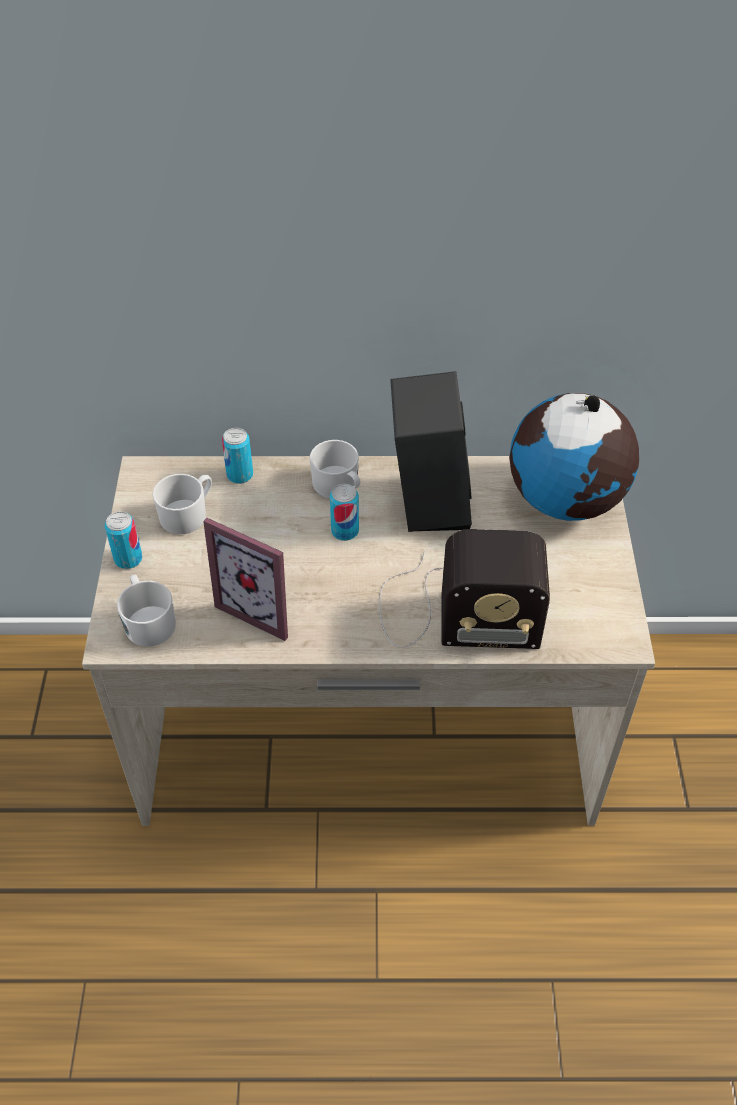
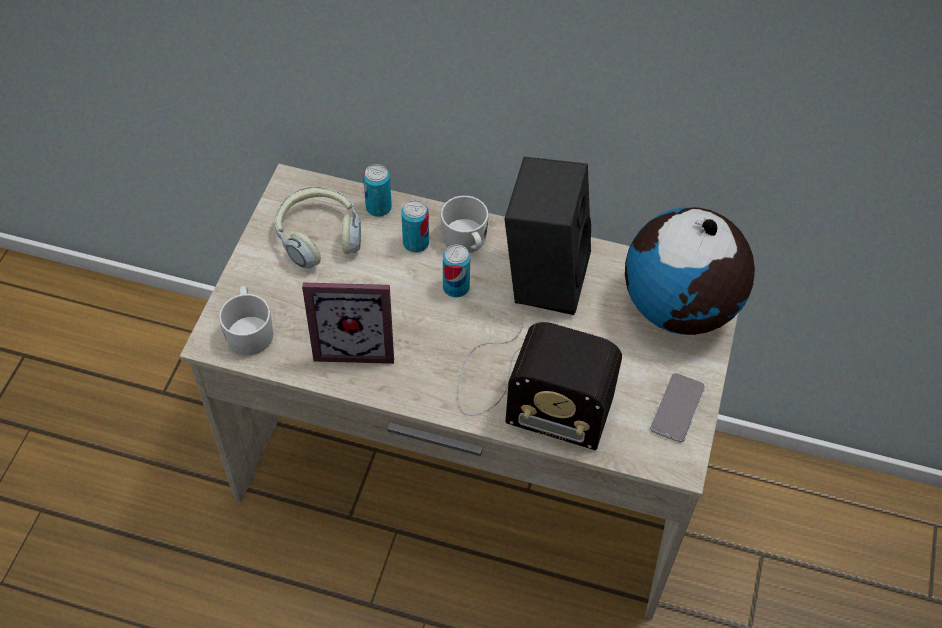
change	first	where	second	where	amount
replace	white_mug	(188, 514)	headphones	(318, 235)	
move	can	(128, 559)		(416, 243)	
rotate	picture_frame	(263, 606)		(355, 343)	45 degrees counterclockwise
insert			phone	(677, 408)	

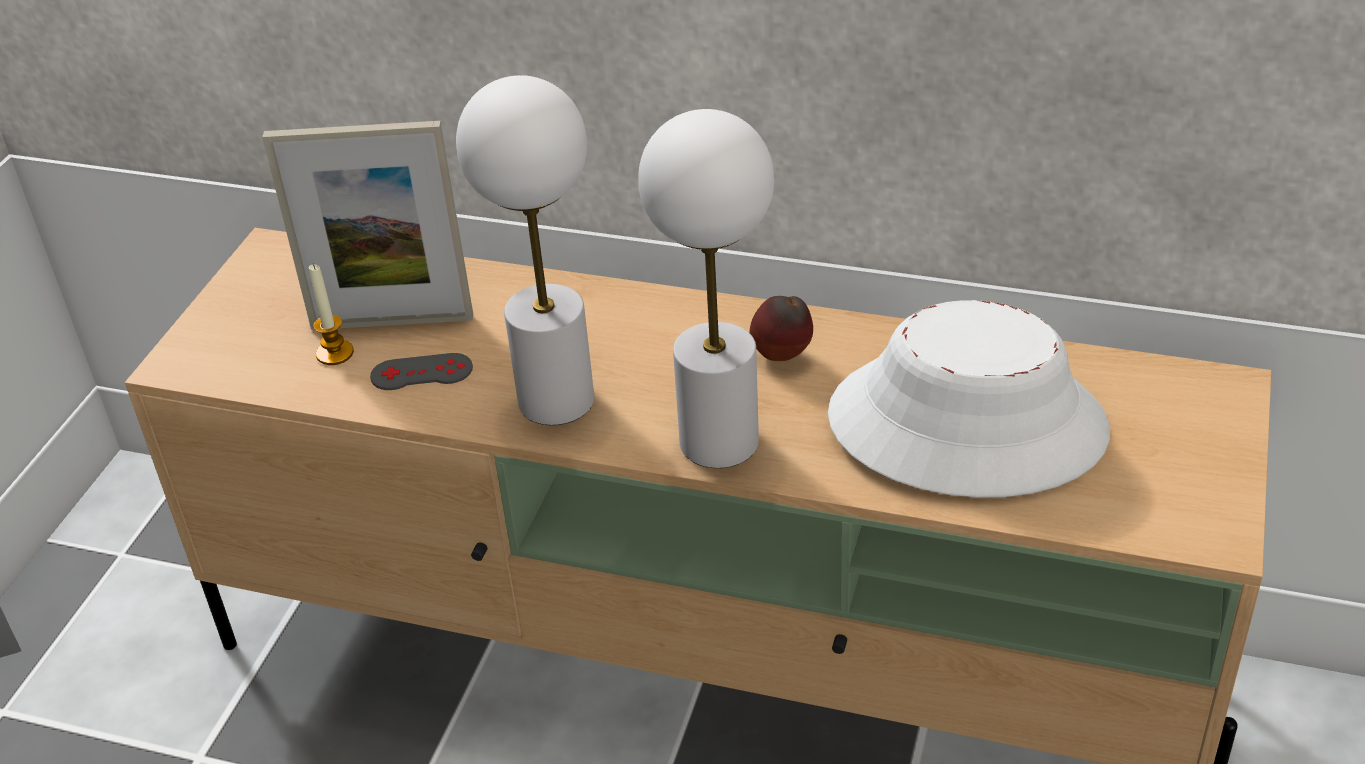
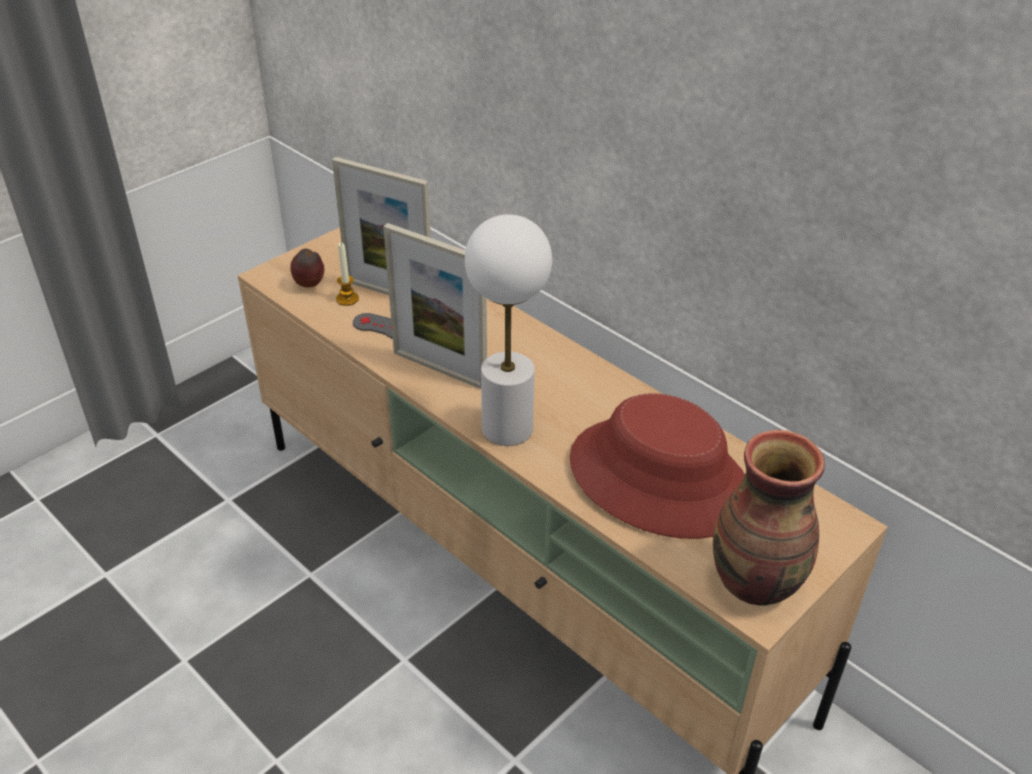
change	first	where	second	where	amount
replace	white_table_lamp	(557, 399)	picture_frame	(439, 369)	
move	apple	(782, 357)		(310, 286)	
recolor	white_hat	(967, 424)	red_hat	(659, 478)	
insert			vase	(757, 583)	

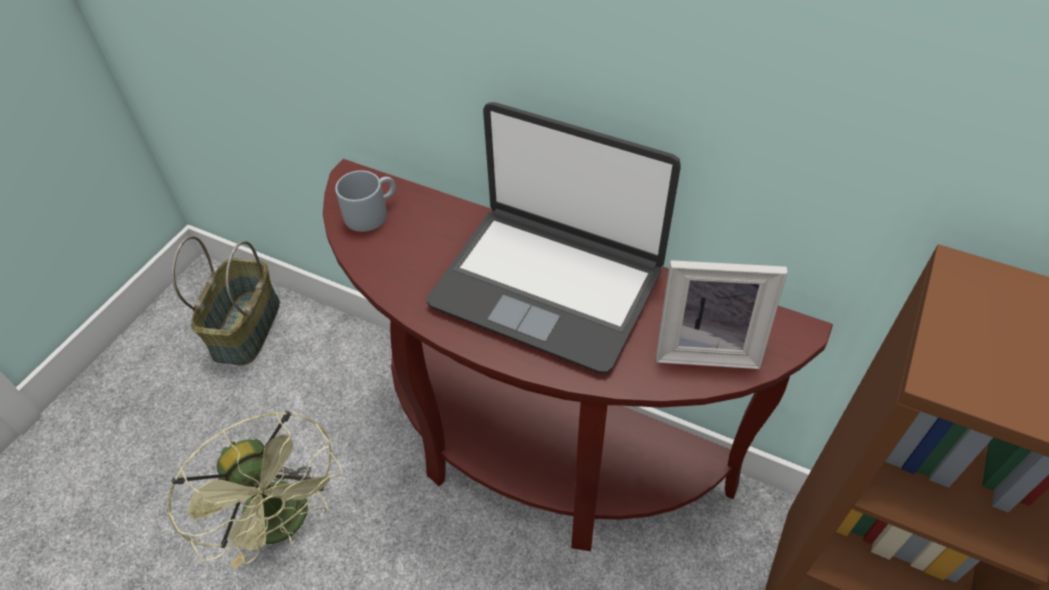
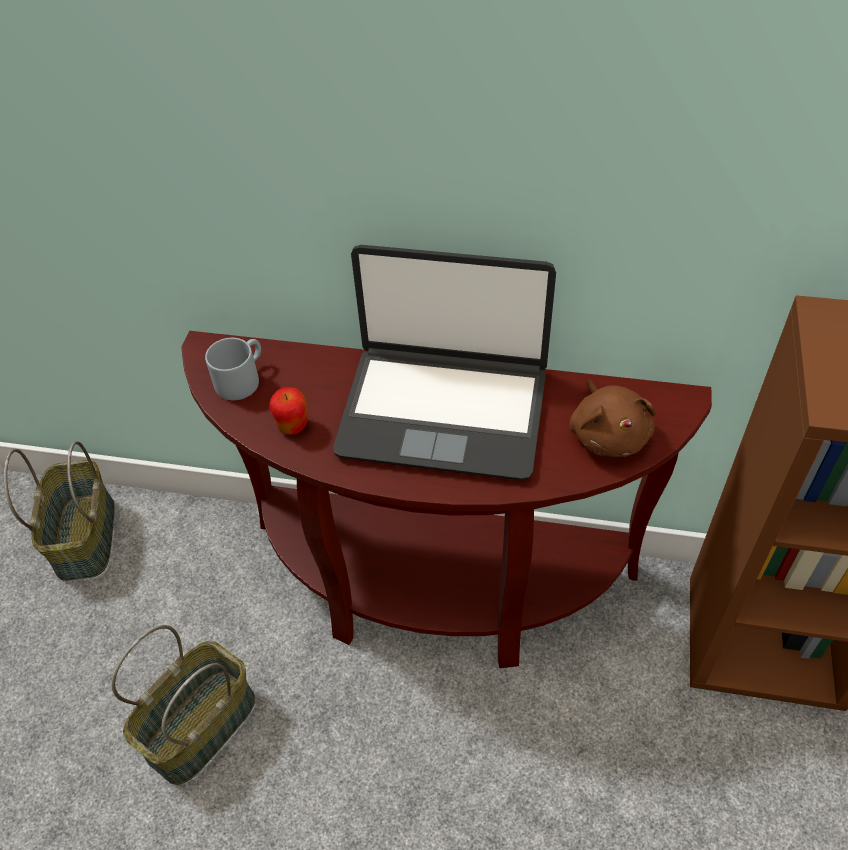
change	first	where	second	where	amount
replace	picture_frame	(706, 347)	brown_plush_toy	(608, 434)	
replace	green_fan	(285, 523)	basket	(201, 725)	
insert			apple	(293, 426)	

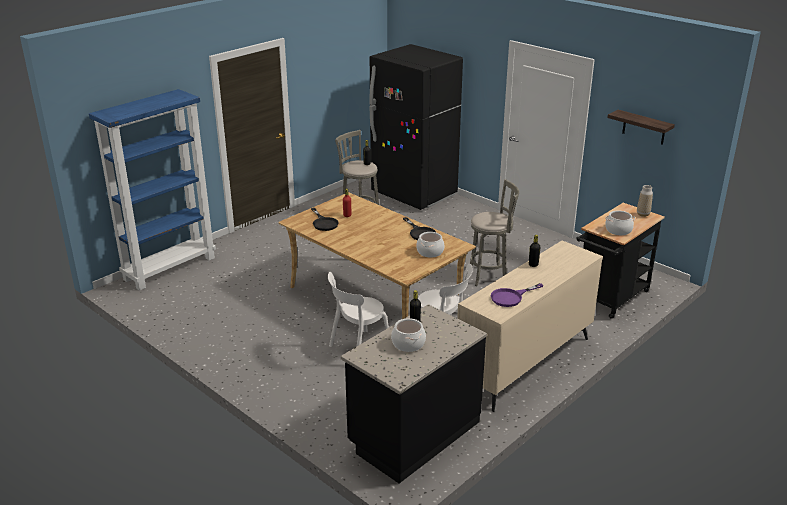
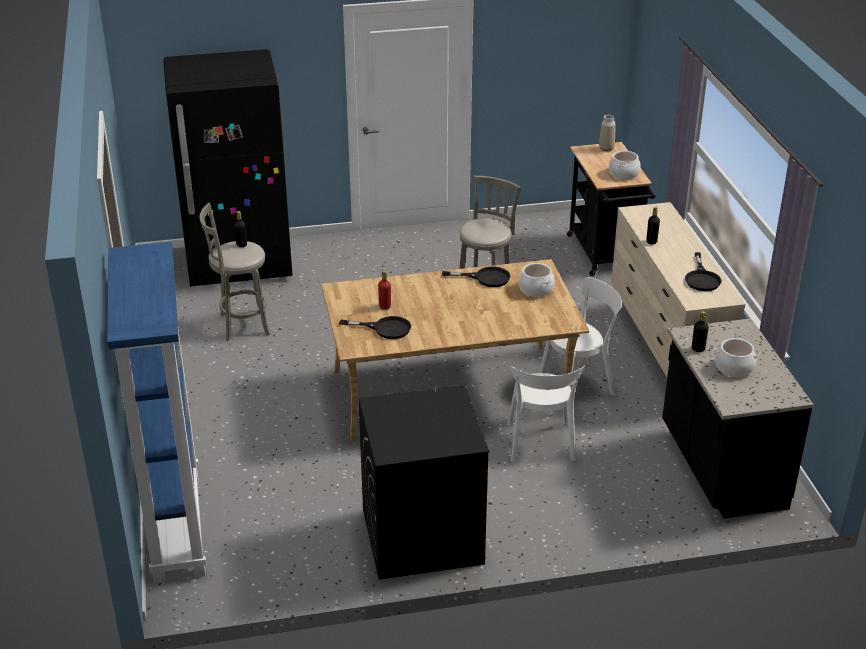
change	first	where	second	where	amount
delete	shelf	(644, 127)			
recolor	purple_frying_pan	(511, 297)	black_frying_pan	(702, 278)	
insert			black_washing_machine	(421, 537)	

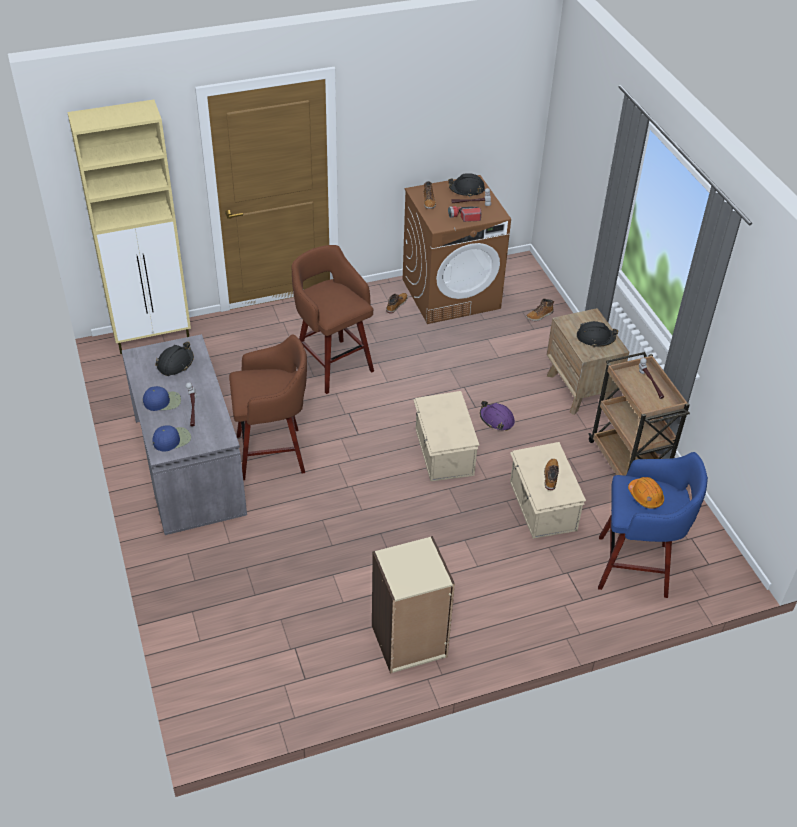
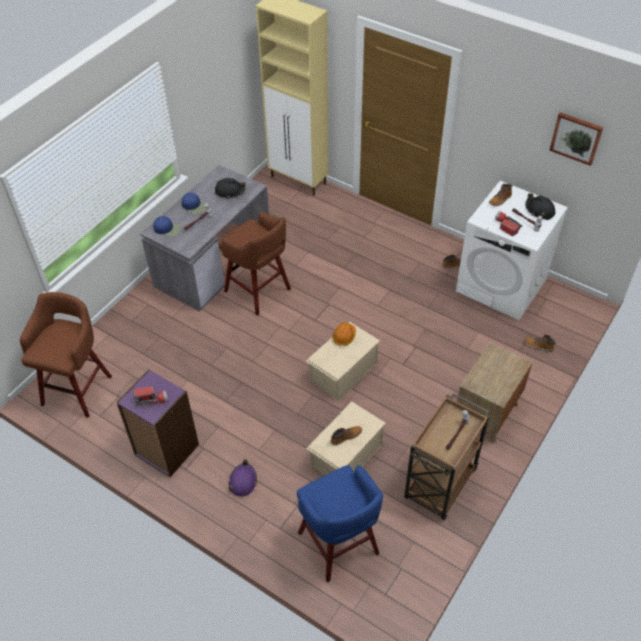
change	first	where	second	where	amount
recolor	brown_washing_machine	(451, 293)	white_washing_machine	(502, 285)	
move	brown_stool	(332, 364)		(78, 388)	
delete	black_hard_hat	(595, 338)			
move	purple_hard_hat	(496, 419)		(243, 481)	
move	orange_hard_hat	(645, 496)		(344, 336)	
recolor	beige_bookcase	(409, 642)	purple_bookcase	(166, 450)	
insert			picture	(576, 138)	
insert			flashlight	(152, 399)	

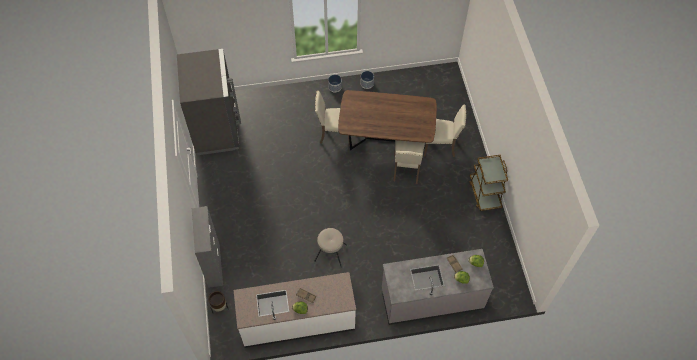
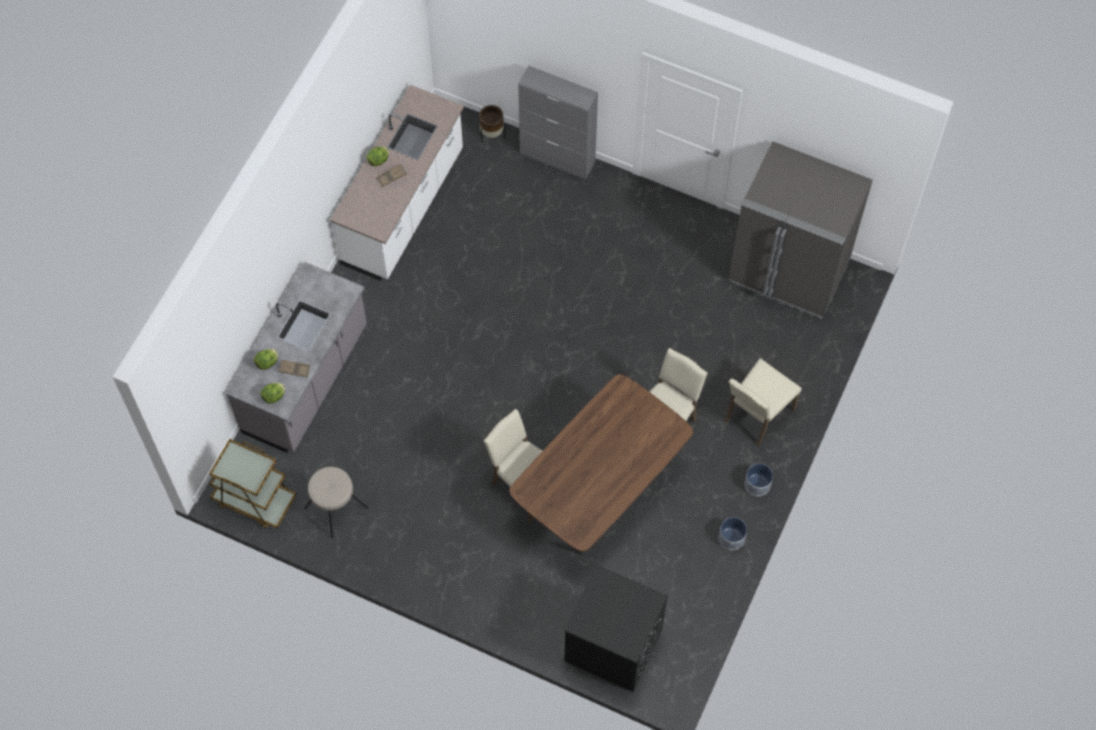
change	first	where	second	where	amount
move	beige_chair	(440, 146)		(757, 415)	
move	brown_cart	(484, 194)		(254, 499)	
move	beige_stool	(330, 253)		(335, 507)	
insert			black_washing_machine	(612, 645)	

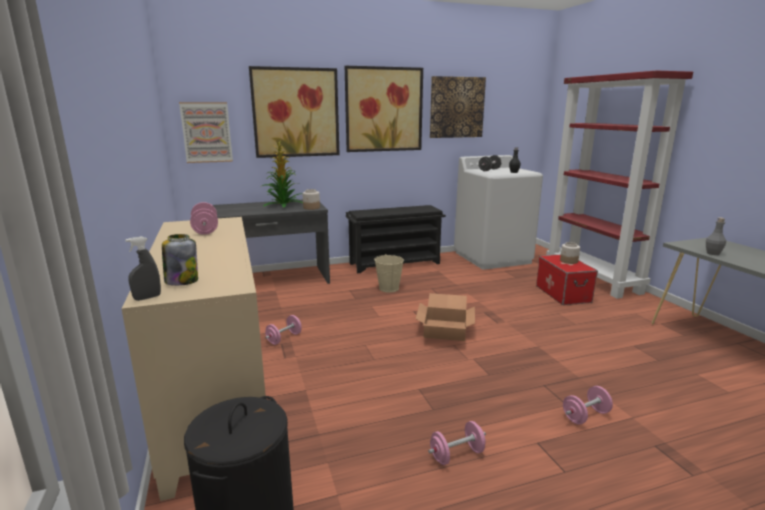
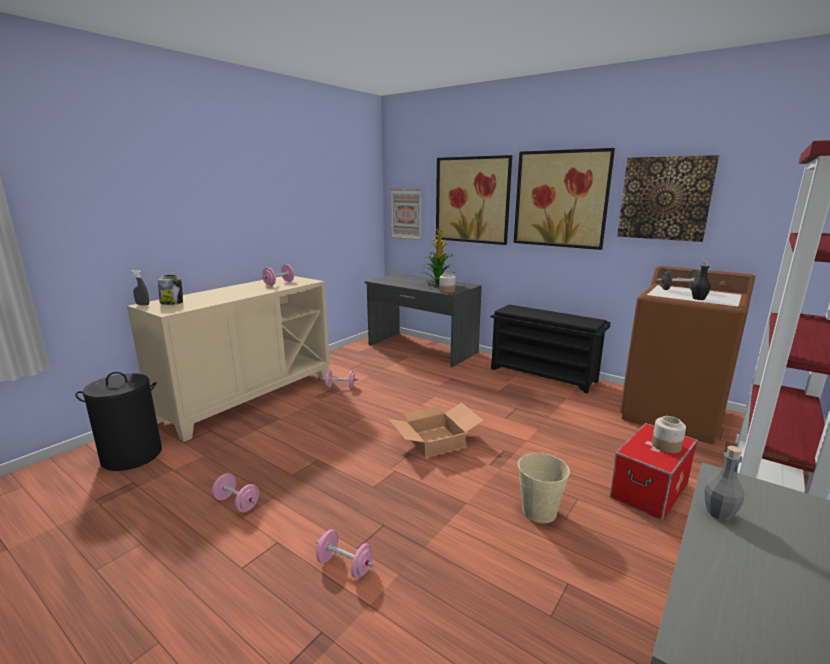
change	first	where	second	where	amount
recolor	white_washing_machine	(492, 257)	brown_washing_machine	(673, 415)	
move	beige_bucket	(389, 288)		(539, 511)	

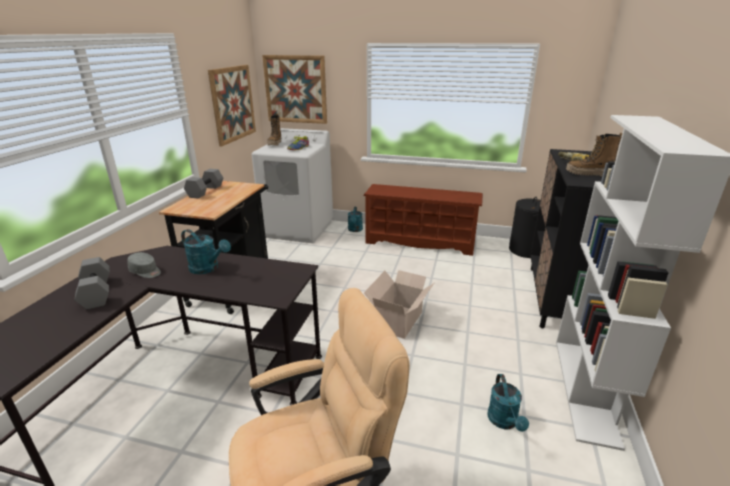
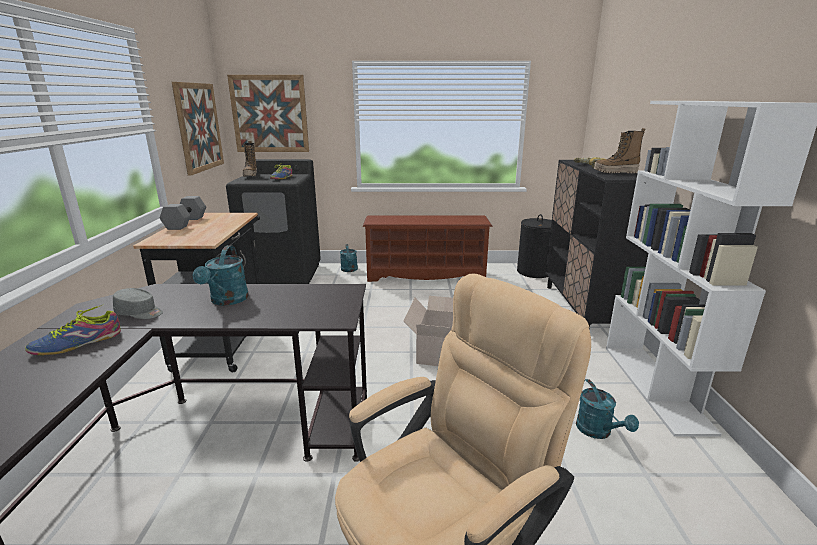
change	first	where	second	where	amount
recolor	white_washing_machine	(299, 229)	black_washing_machine	(283, 275)	
rotate	turquoise_watering_can	(208, 268)		(227, 301)	75 degrees clockwise
replace	grey_dumbbell	(98, 293)	shoe	(78, 343)	

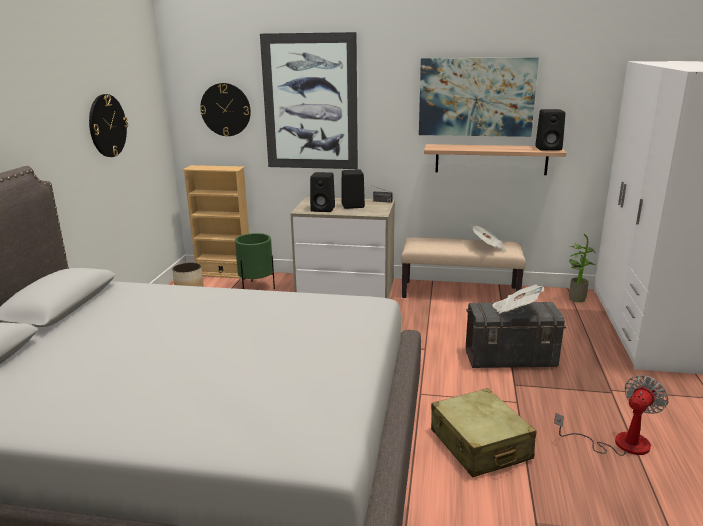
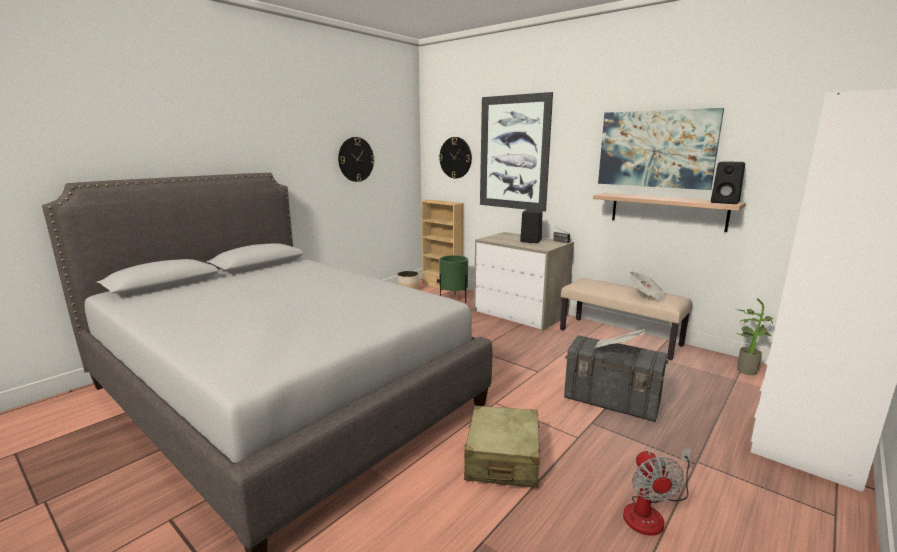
change	first	where	second	where	amount
delete	black_speaker	(323, 209)			
rotate	fan	(619, 443)		(651, 512)	105 degrees clockwise

